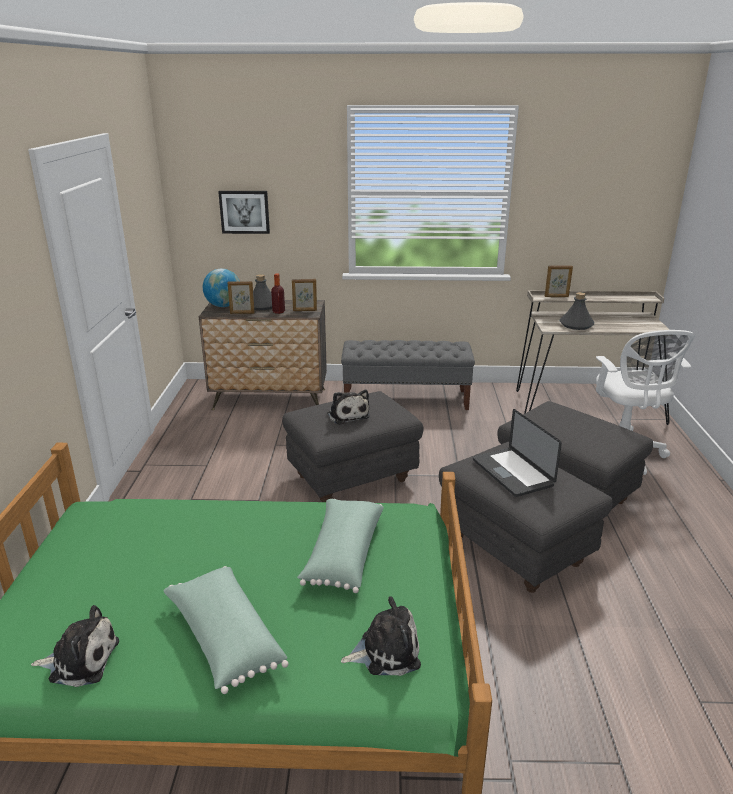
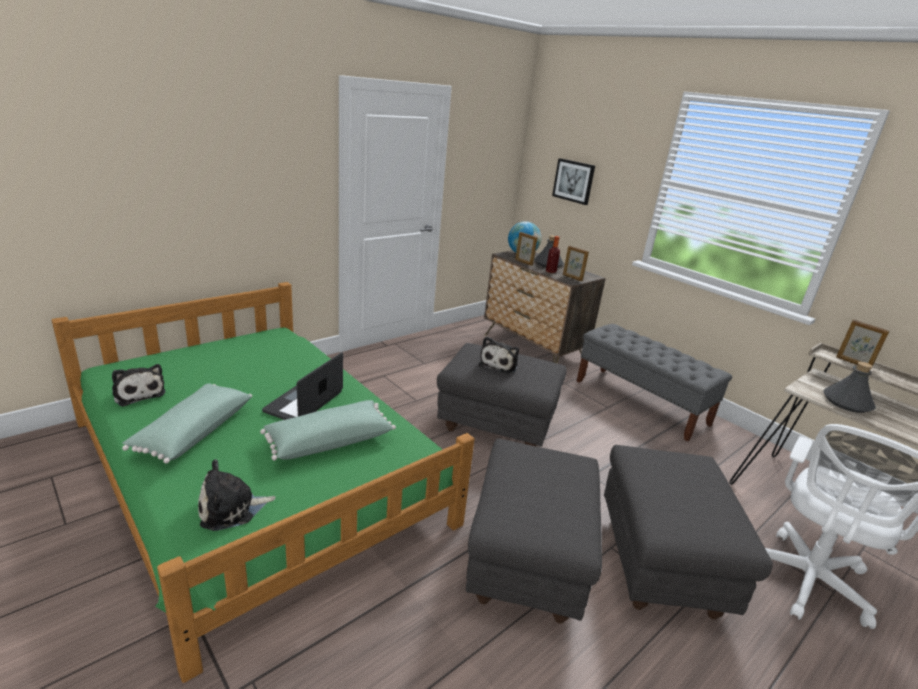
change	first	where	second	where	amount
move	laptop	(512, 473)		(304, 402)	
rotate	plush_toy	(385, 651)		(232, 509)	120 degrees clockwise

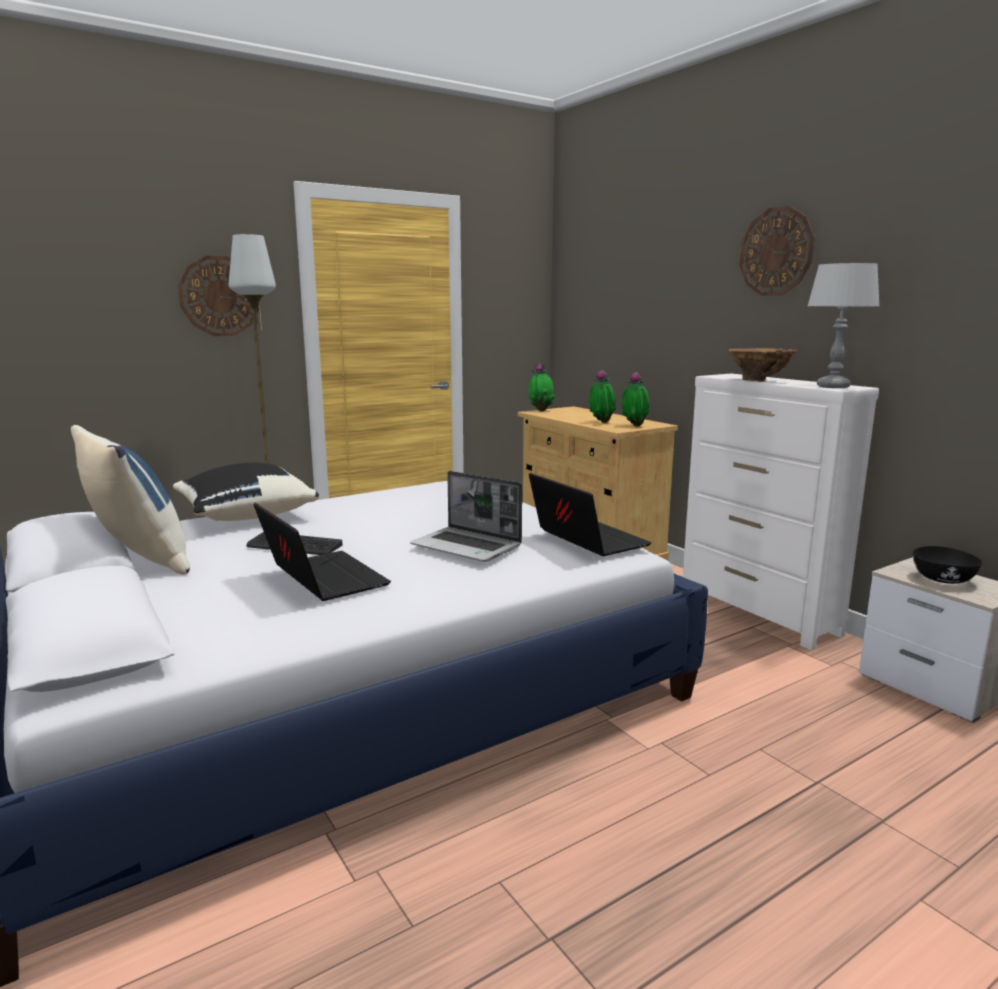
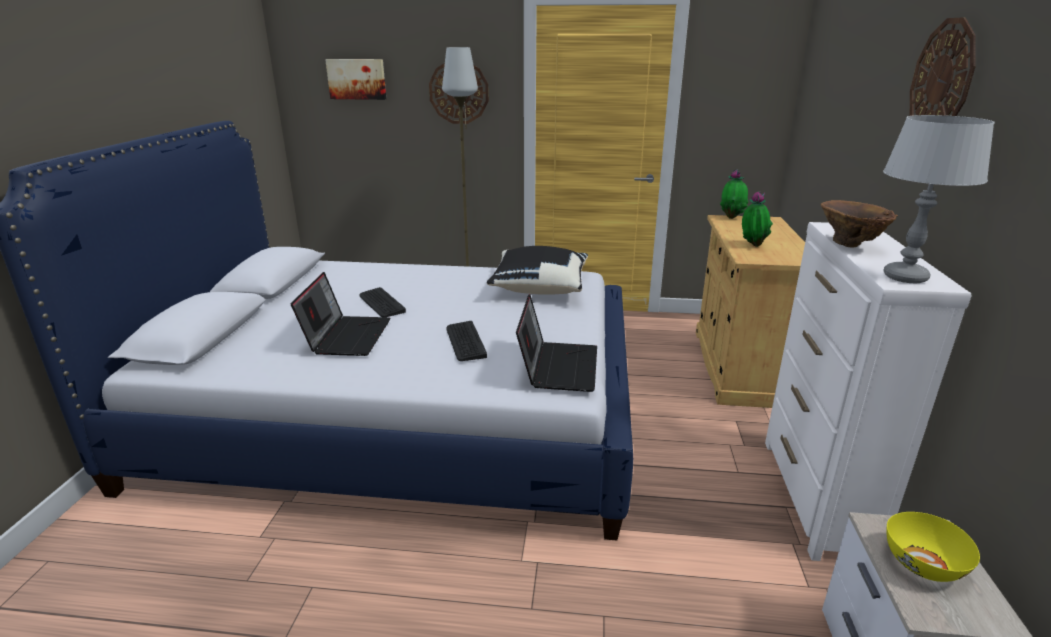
change	first	where	second	where	amount
delete	potted_plant	(634, 426)			
delete	blue_pillow	(137, 561)			
move	black_pillow	(246, 515)		(539, 288)	
replace	laptop	(468, 546)	keyboard	(465, 341)	
recolor	black_bowl	(942, 579)	yellow_bowl	(922, 563)	
insert			picture	(357, 79)	

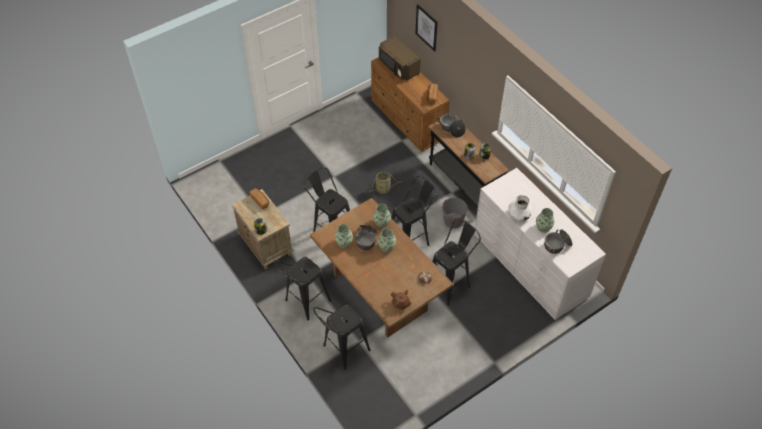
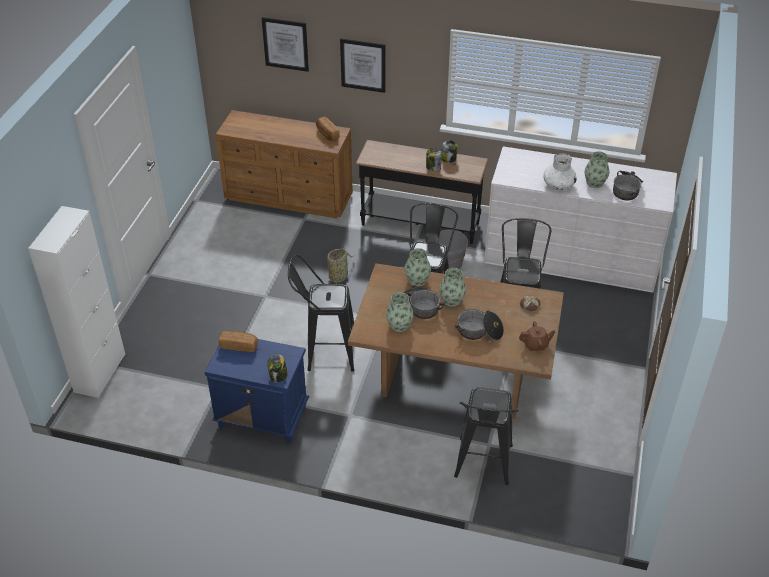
change	first	where	second	where	amount
delete	brown_microwave	(398, 67)			
move	cooking_pot	(451, 128)		(479, 332)	
recolor	beige_nightstand	(265, 245)	blue_nightstand	(261, 417)	
delete	black_stool	(304, 303)			
insert			picture	(363, 65)	
insert			white_cabinet	(100, 373)	

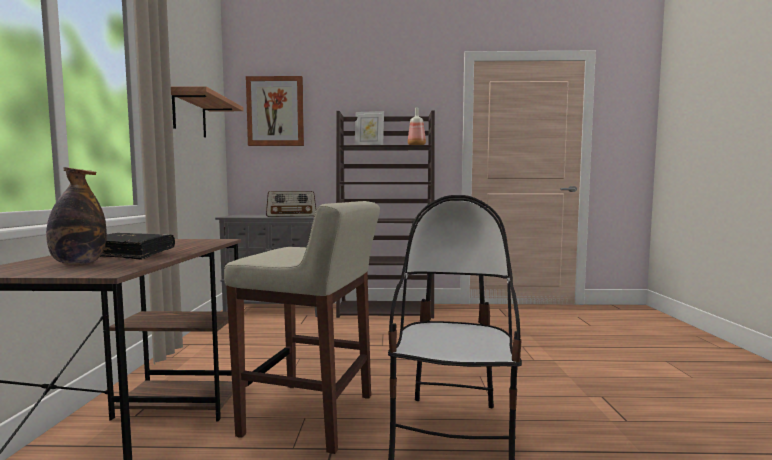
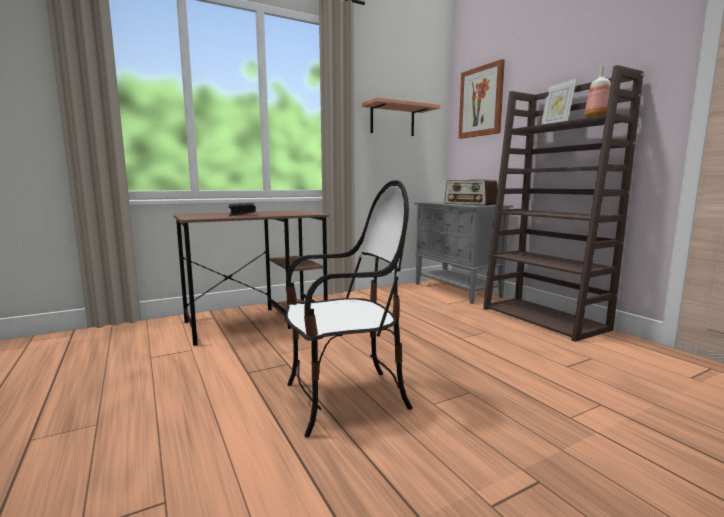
change	first	where	second	where	amount
delete	bottle	(78, 263)			
delete	beige_stool	(311, 415)			

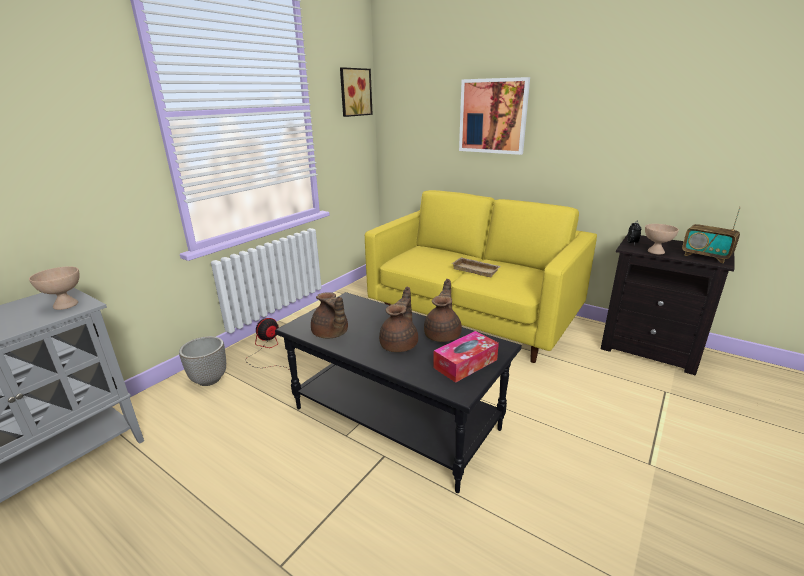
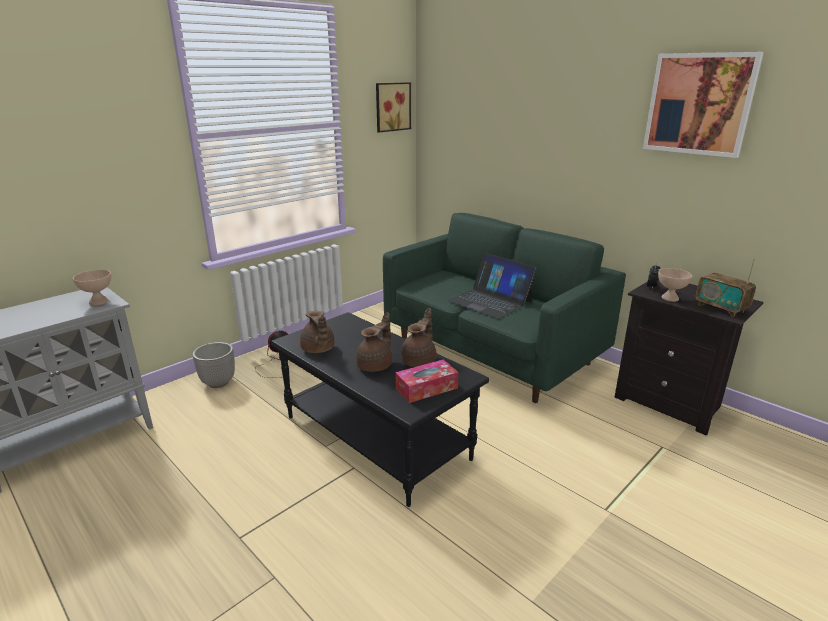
change	first	where	second	where	amount
move	picture	(493, 116)		(699, 104)	
recolor	yellow_sofa	(473, 318)	green_sofa	(491, 351)	
replace	beige_tray	(476, 270)	laptop	(490, 301)	

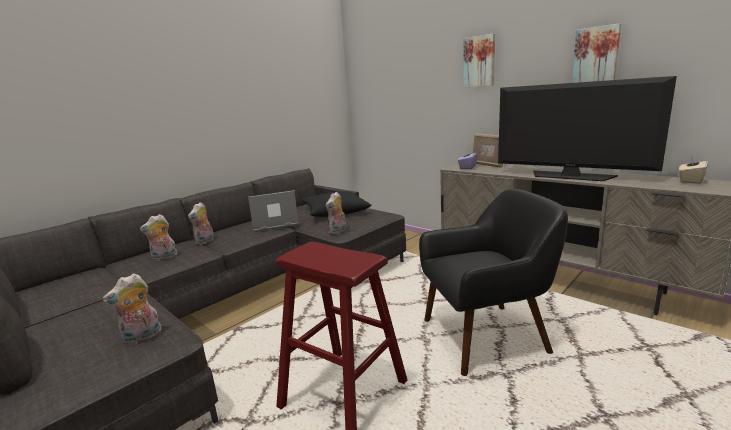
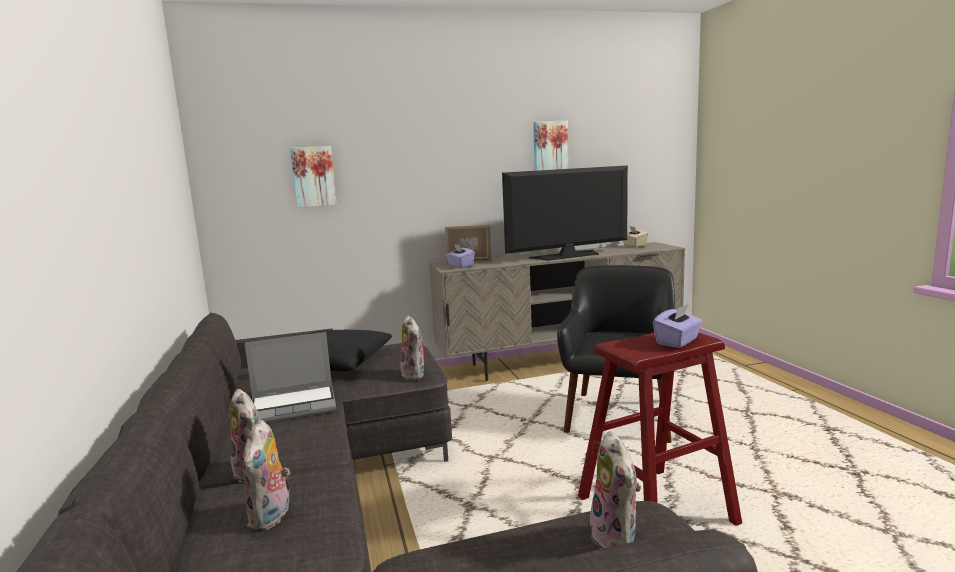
change	first	where	second	where	amount
move	picture	(479, 61)		(313, 176)	
rotate	laptop	(274, 224)		(295, 406)	120 degrees counterclockwise
insert			purple_tissue_box	(677, 341)	

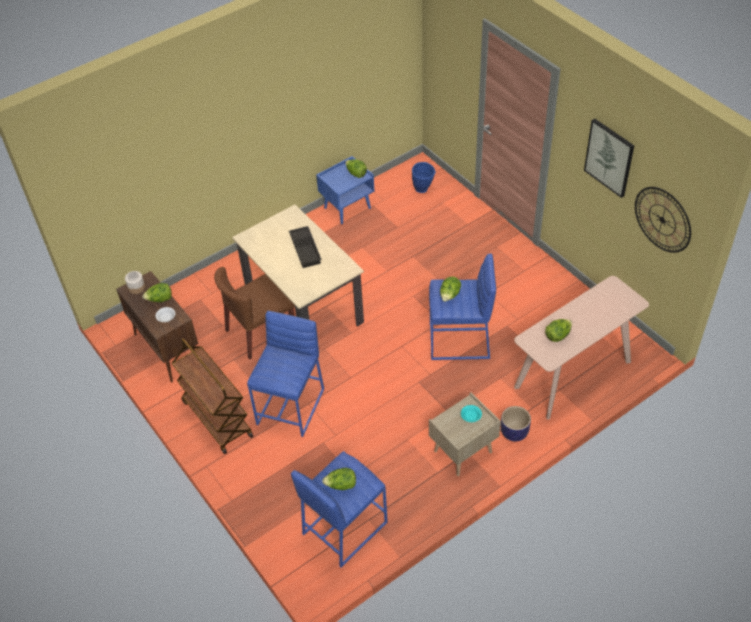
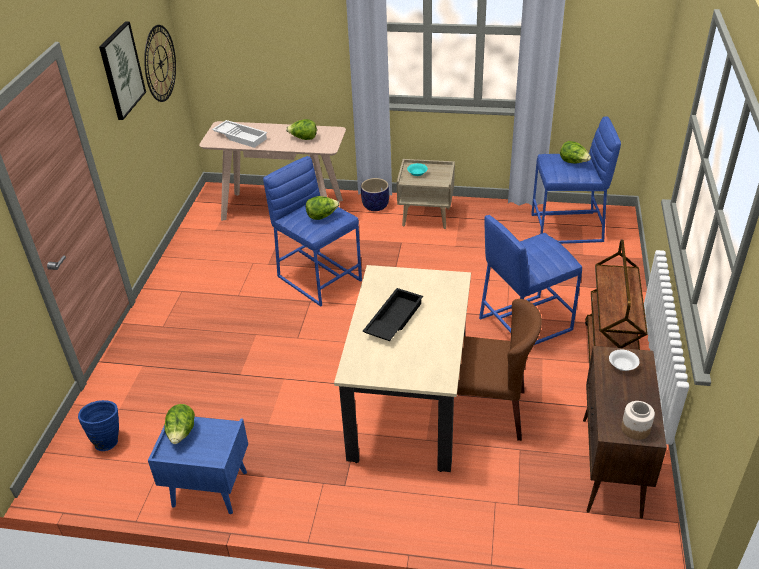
change	first	where	second	where	amount
delete	lettuce	(160, 299)			
insert			white_tray	(241, 137)	

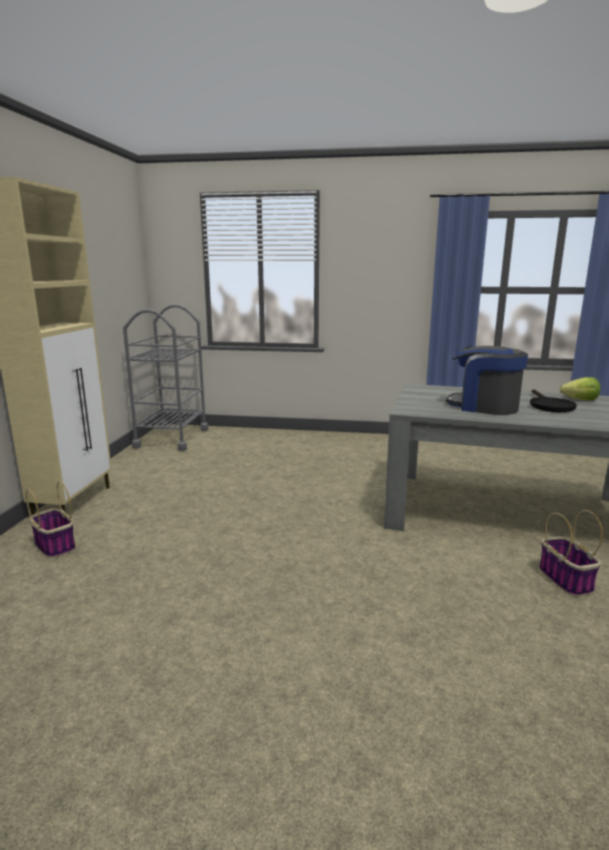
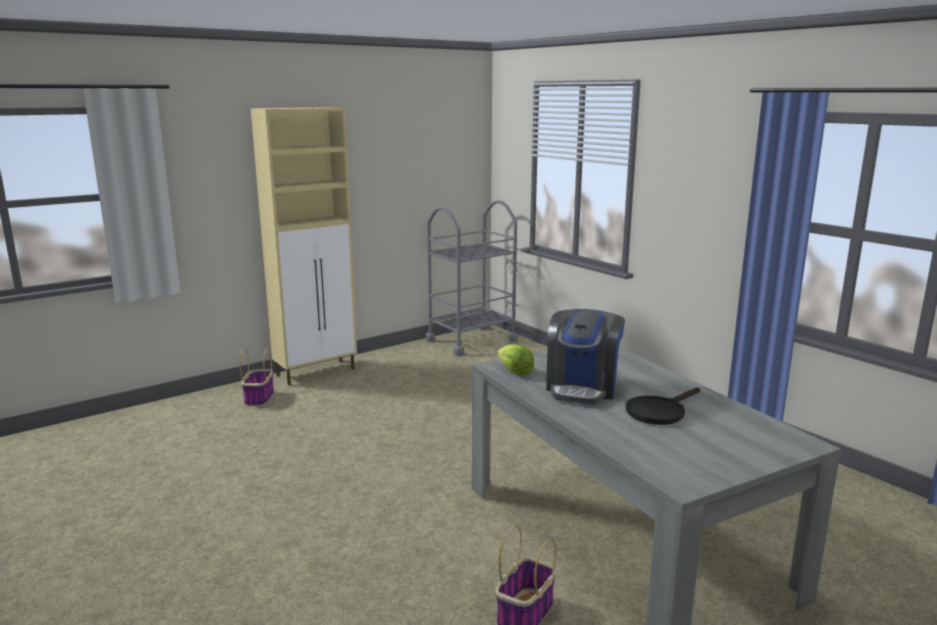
change	first	where	second	where	amount
rotate	coffee_machine	(484, 407)		(582, 387)	150 degrees counterclockwise
move	lettuce	(580, 400)		(514, 371)	

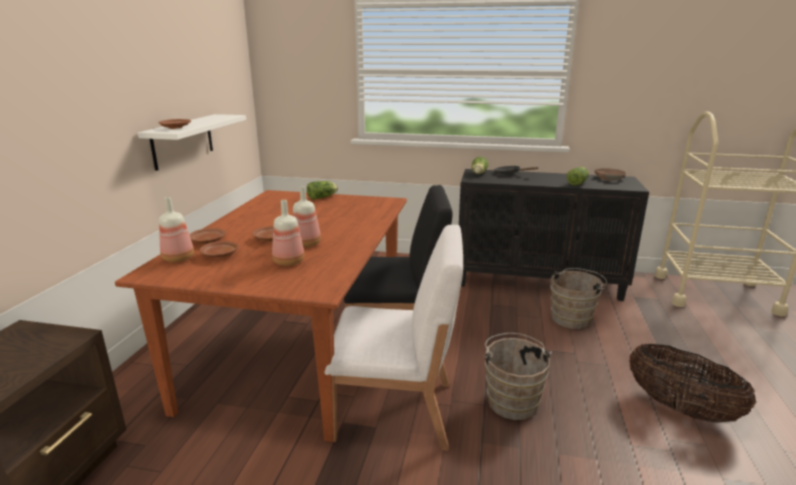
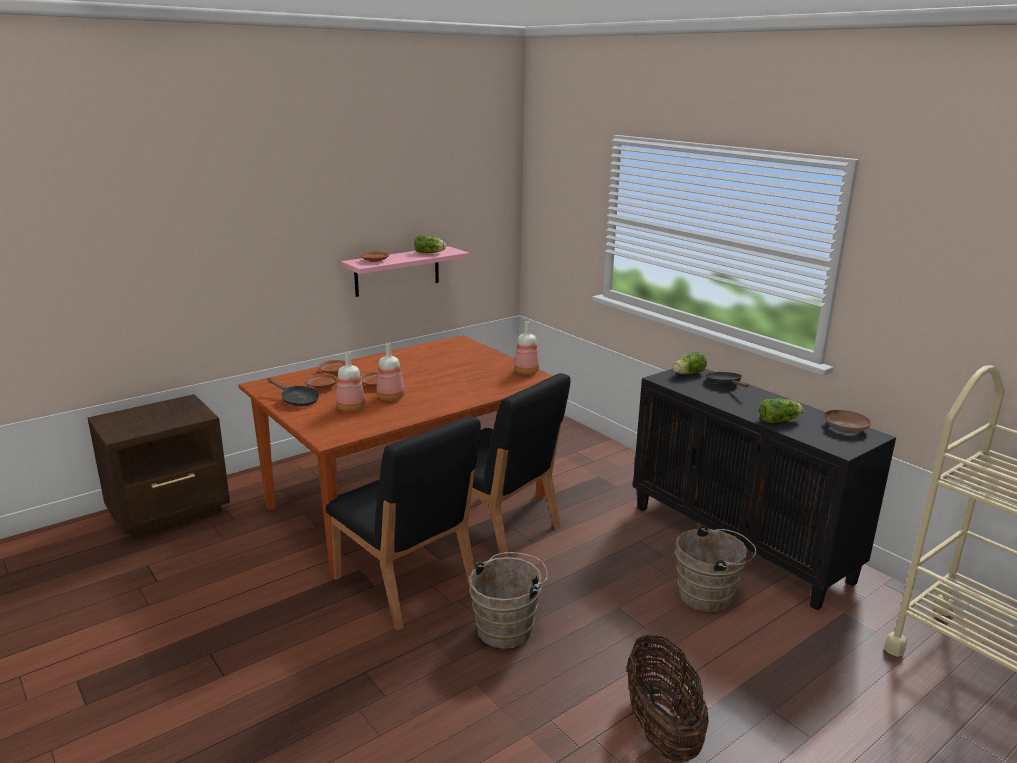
change	first	where	second	where	amount
recolor	white_shelf	(183, 141)	pink_shelf	(397, 271)	
move	lettuce	(323, 197)		(430, 253)	
move	bottle	(179, 258)		(527, 372)	
recolor	white_chair	(395, 411)	black_chair	(405, 583)	
insert			black_frying_pan	(297, 400)	

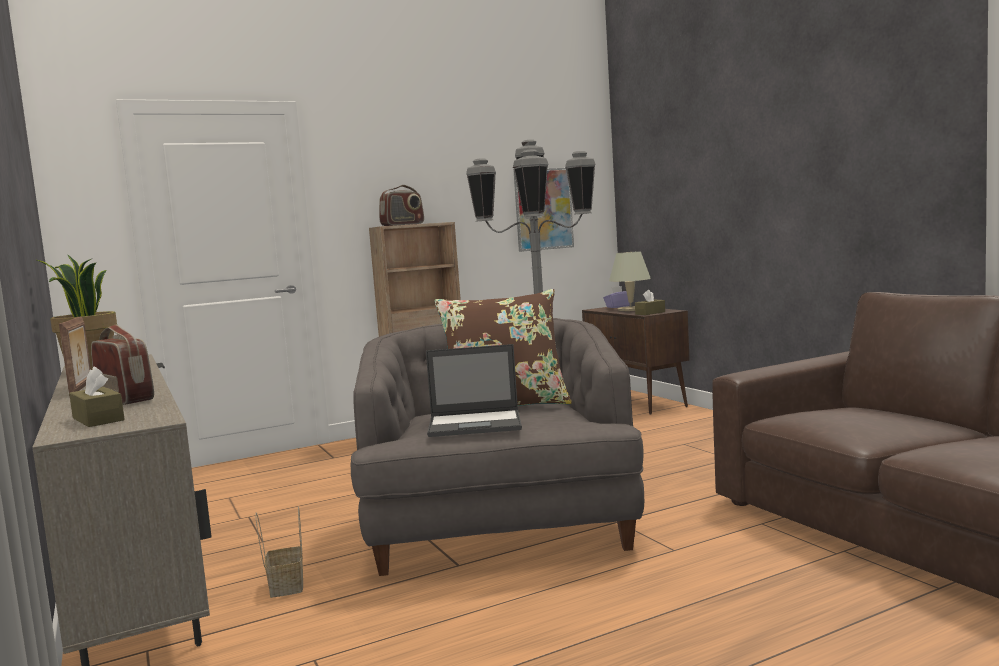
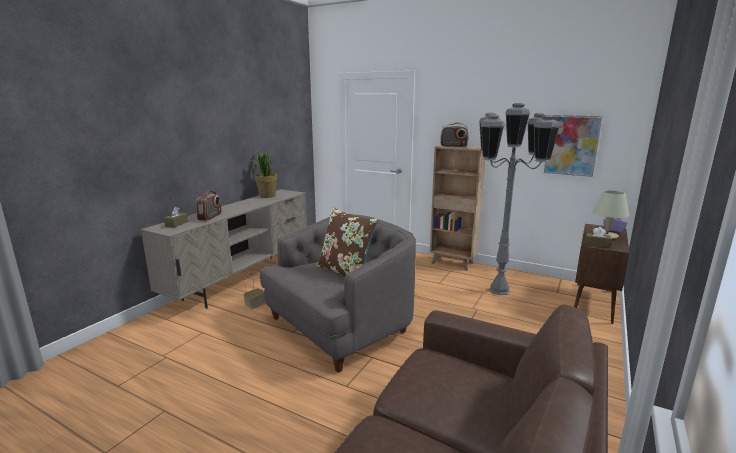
change	first	where	second	where	amount
delete	picture_frame	(82, 388)			
delete	laptop	(476, 424)			

